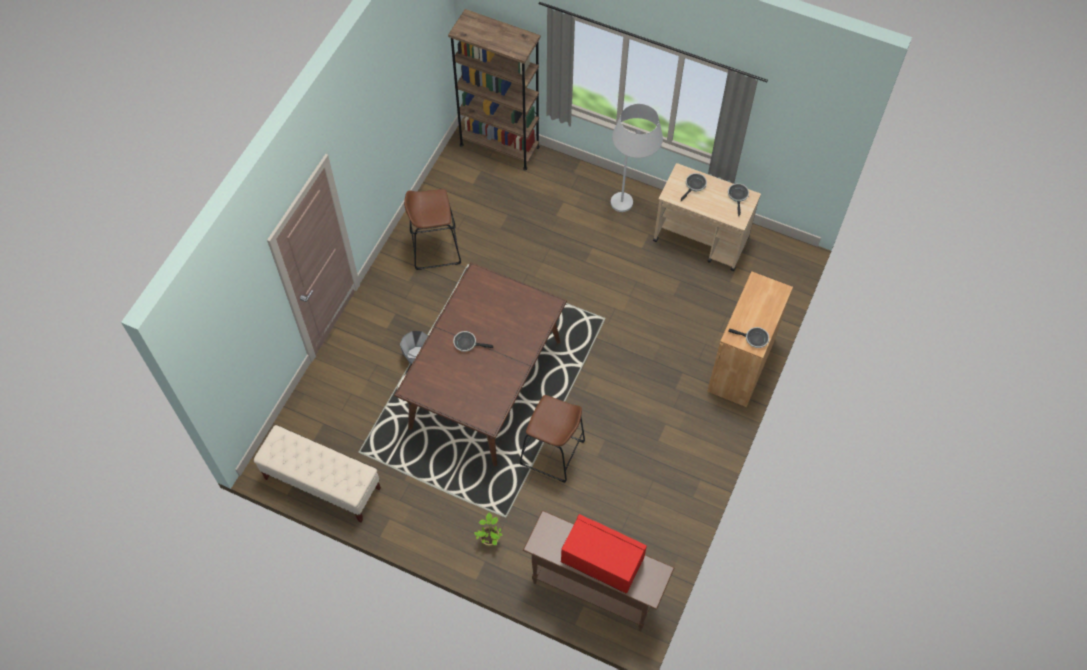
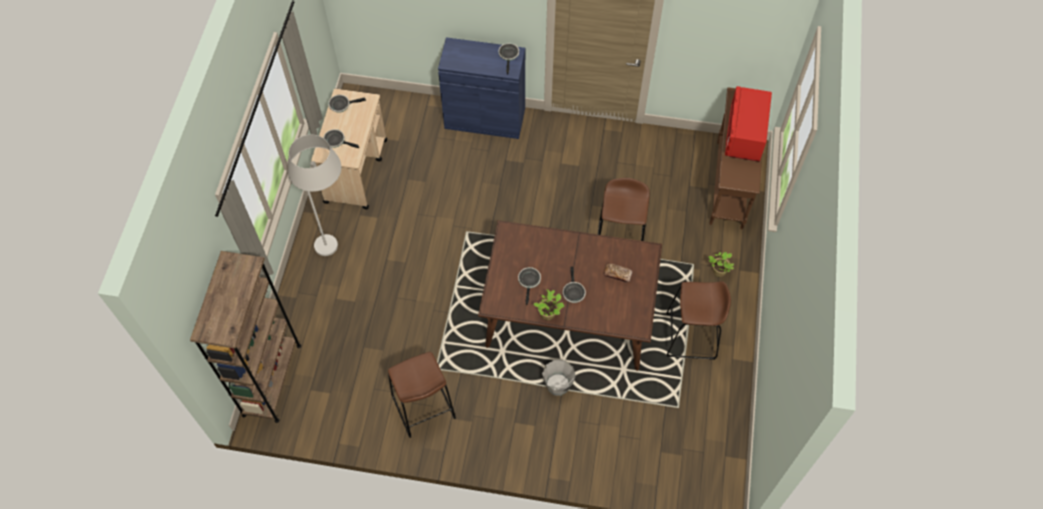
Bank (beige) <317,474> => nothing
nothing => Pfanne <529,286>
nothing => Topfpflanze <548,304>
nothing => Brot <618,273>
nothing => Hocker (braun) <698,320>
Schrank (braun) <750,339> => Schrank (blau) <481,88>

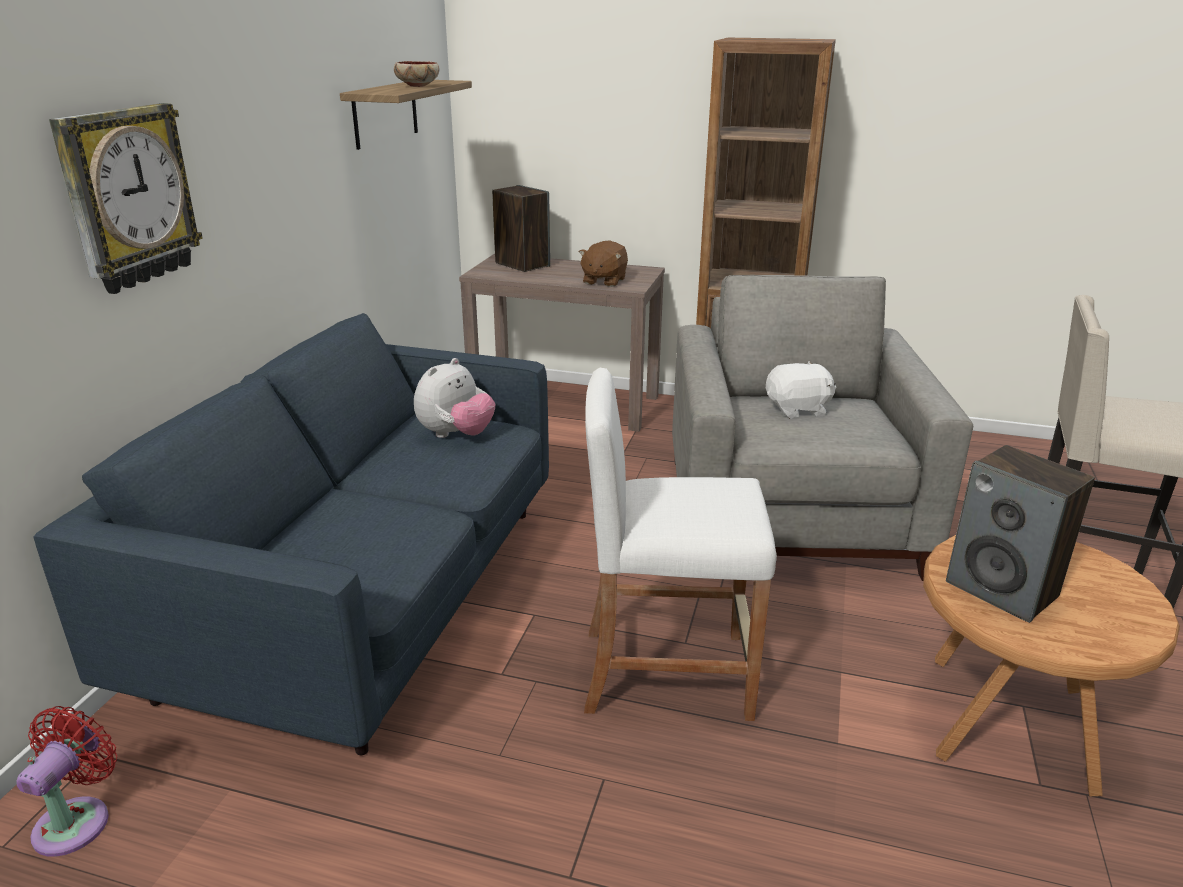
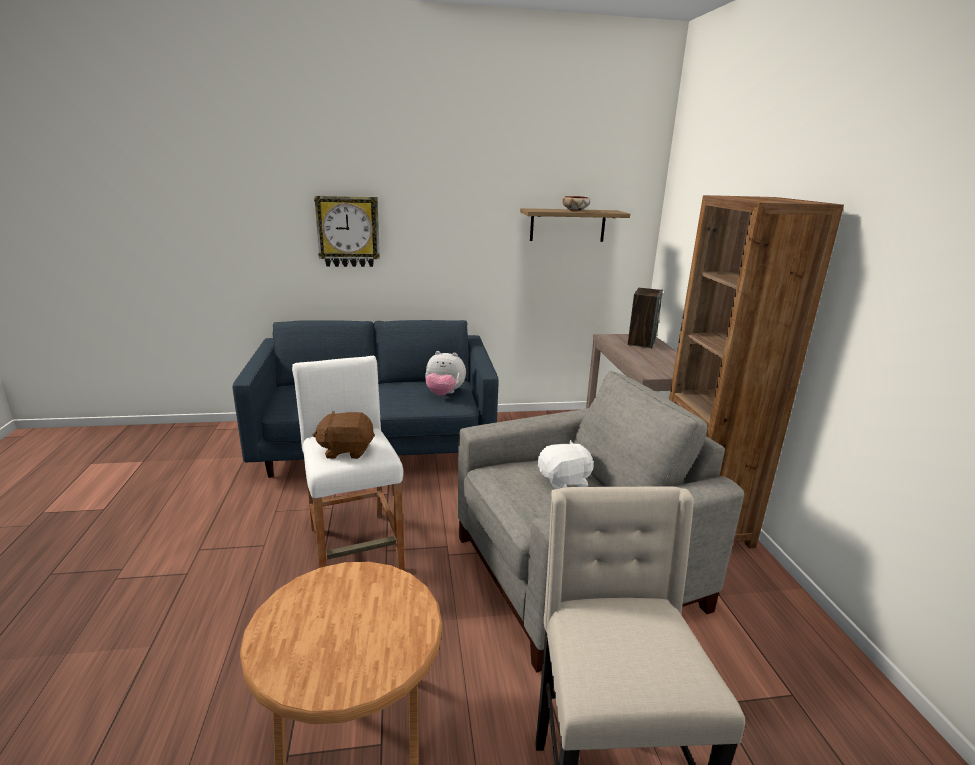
Ventilator (rot) <66,781> => nothing
Lautsprecher <1020,534> => nothing
Plüschtier (braun) <603,263> => Plüschtier (braun) <344,435>, relocated
Plüschtier (weiß) <801,390> => Plüschtier (weiß) <566,464>, 75 degrees counterclockwise

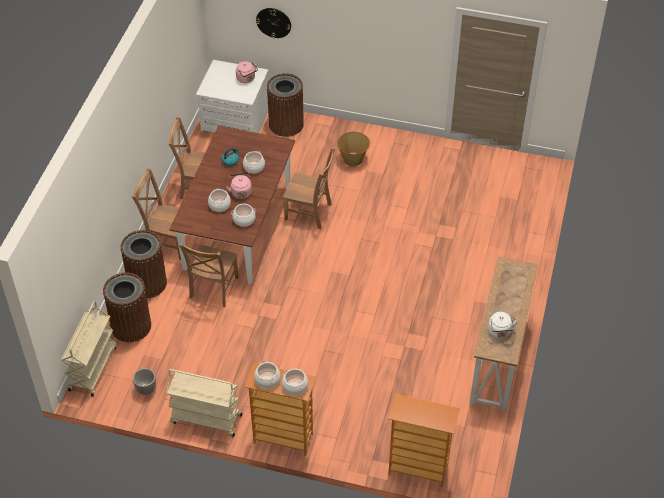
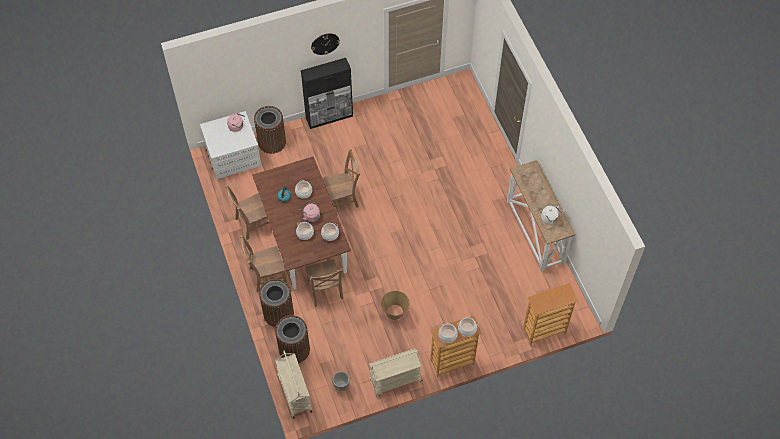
nothing => Schrank (schwarz) <327,93>
Wanduhr <273,23> => Wanduhr <325,44>, relocated
Korb <353,149> => Korb <395,305>, relocated

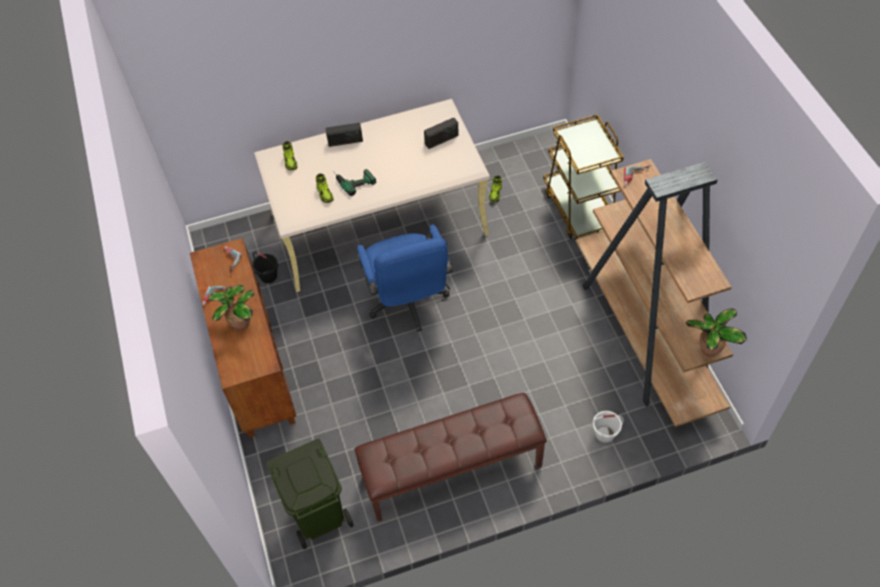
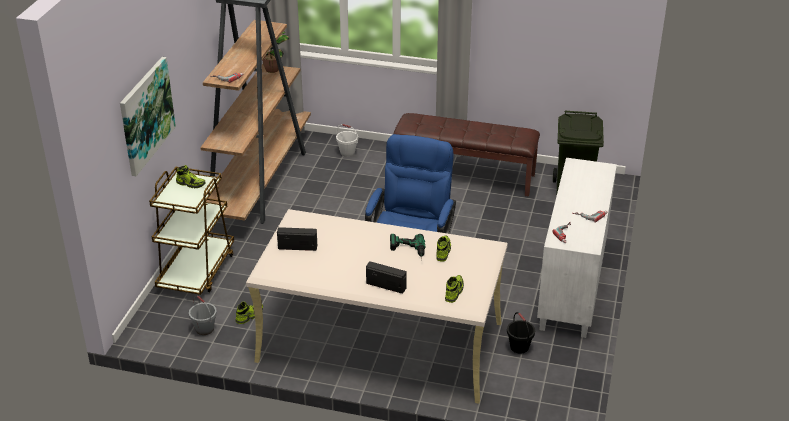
Topfpflanze <231,308> => nothing
nothing => Bild <148,116>
nothing => Schuh <191,176>
nothing => Eimer (grau) <203,315>
Schrank (braun) <243,338> => Schrank (weiß) <577,248>

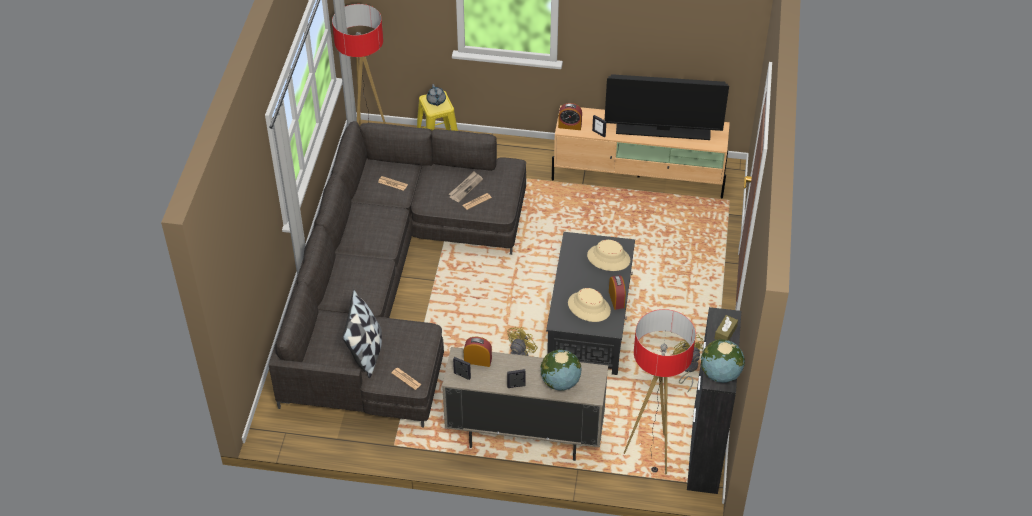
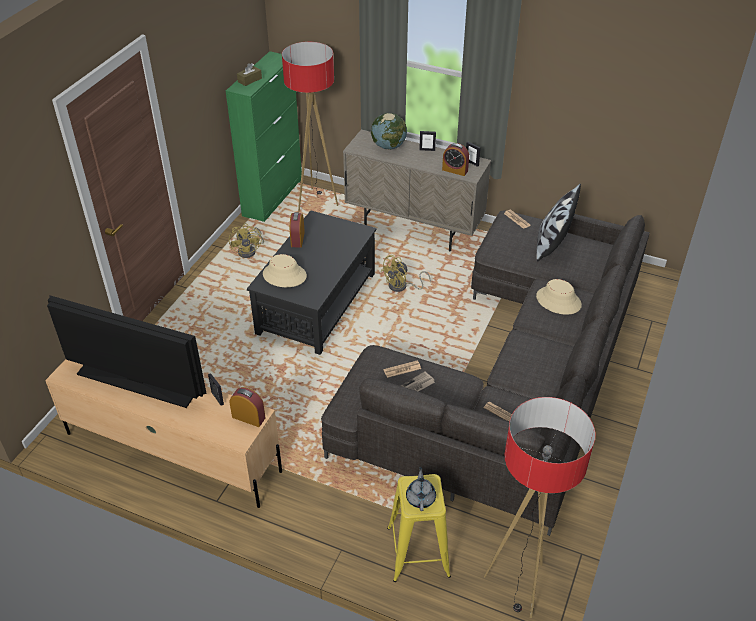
Globus <723,361> => nothing
Hut (beige) <589,305> => Hut (beige) <559,297>, relocated
Schrank (schwarz) <714,400> => Schrank (grün) <264,136>

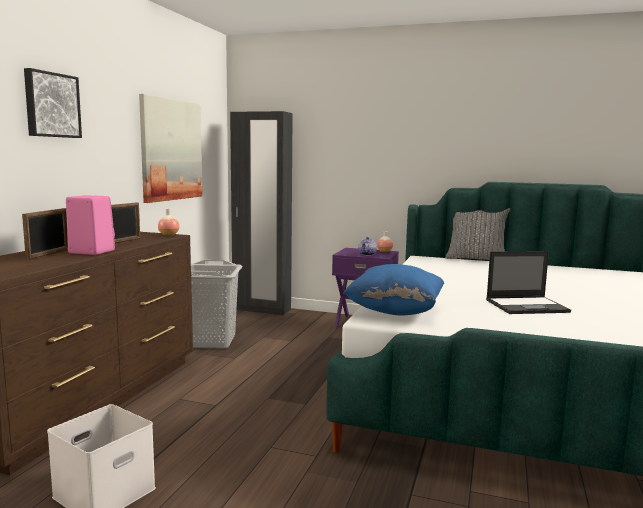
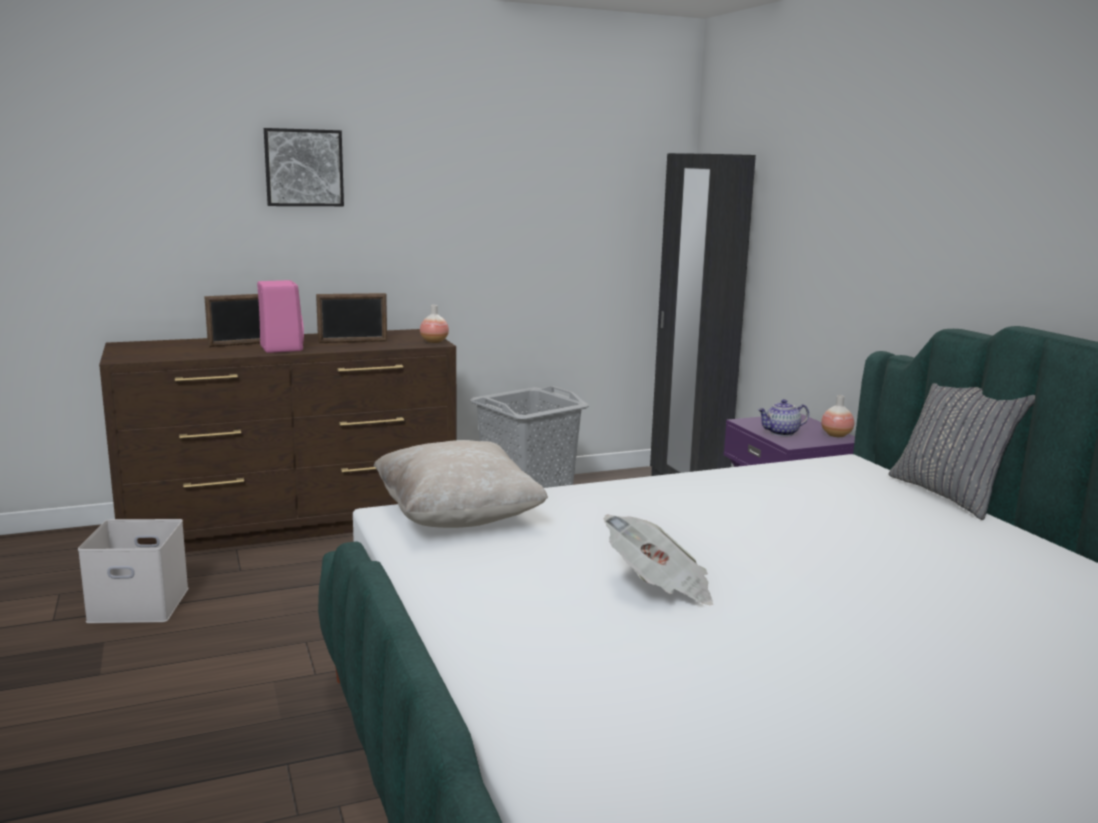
Bild <170,148> => nothing
Laptop <528,282> => Zeitung <658,560>
Kissen (blau) <393,289> => Kissen (beige) <461,484>

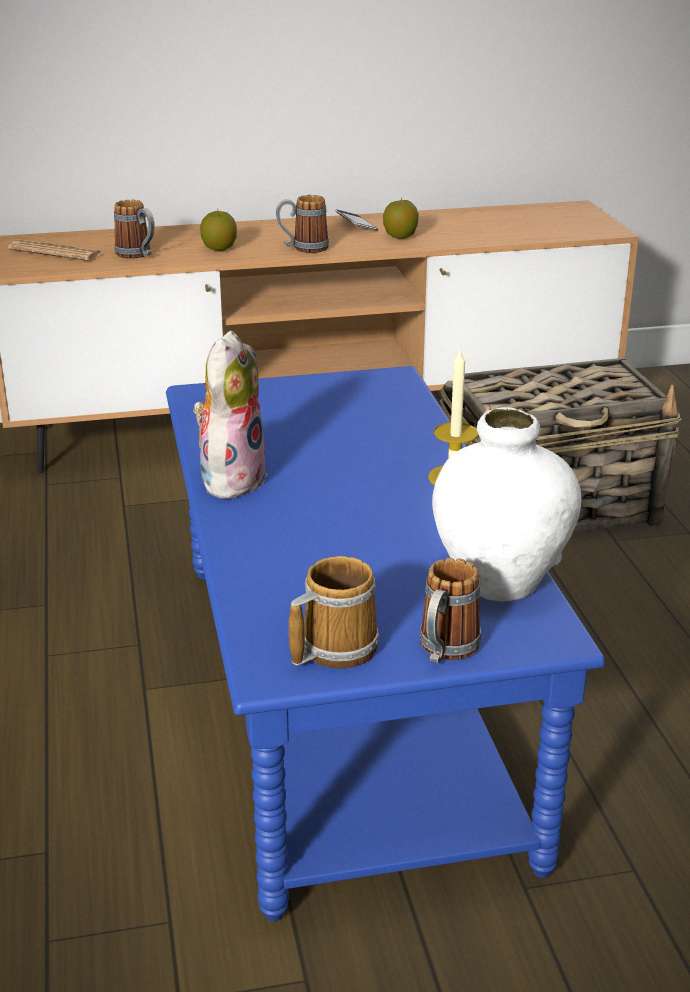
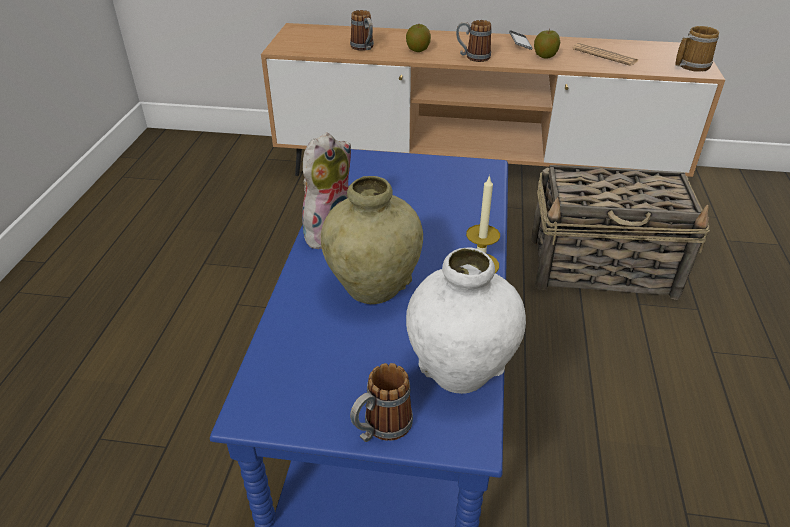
nothing => Vase (beige) <372,240>
Zeitung <55,250> => Zeitung <605,54>, relocated
Henkelbecher <334,612> => Henkelbecher <697,49>, relocated

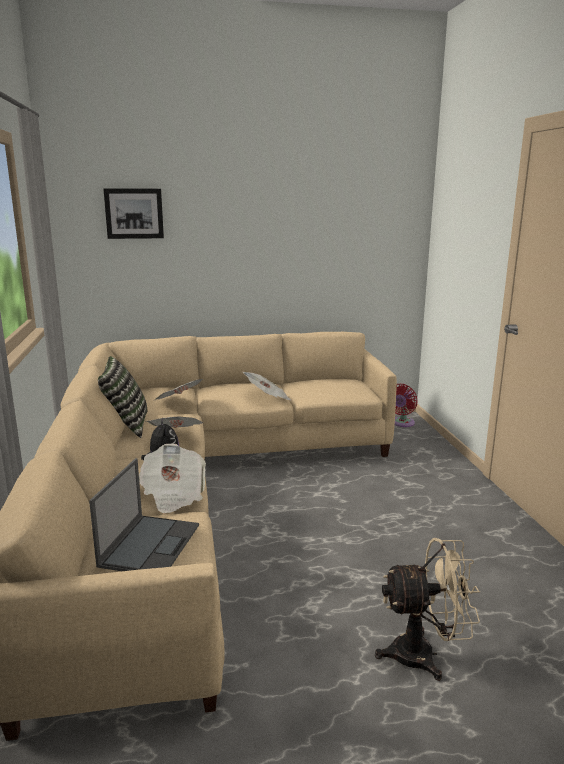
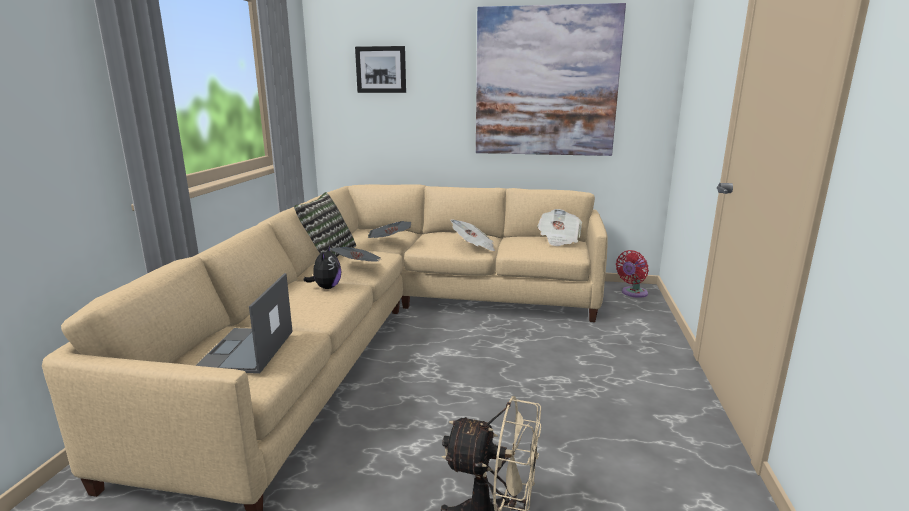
nothing => Bild <551,79>
Zeitung <172,478> => Zeitung <559,227>, relocated
Laptop <144,514> => Laptop <244,323>, 150 degrees clockwise

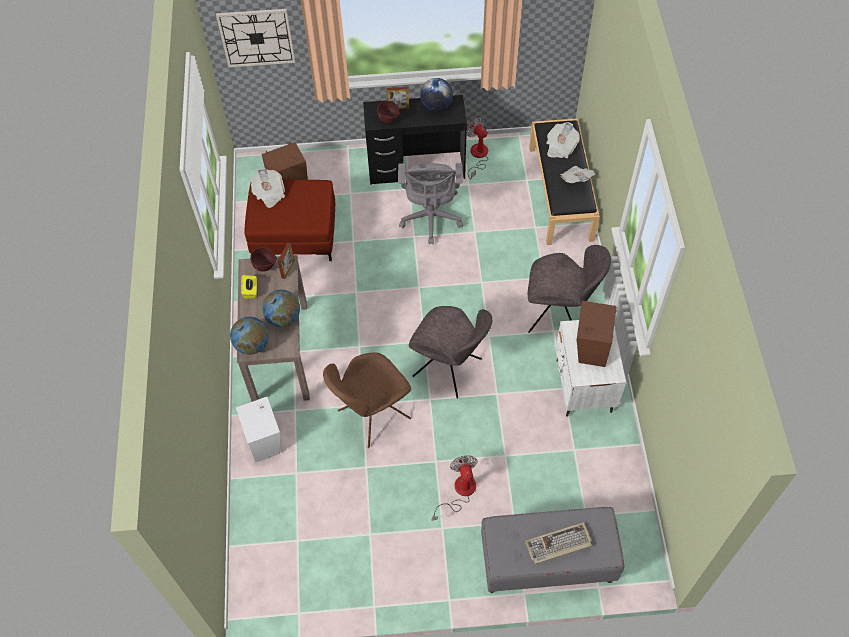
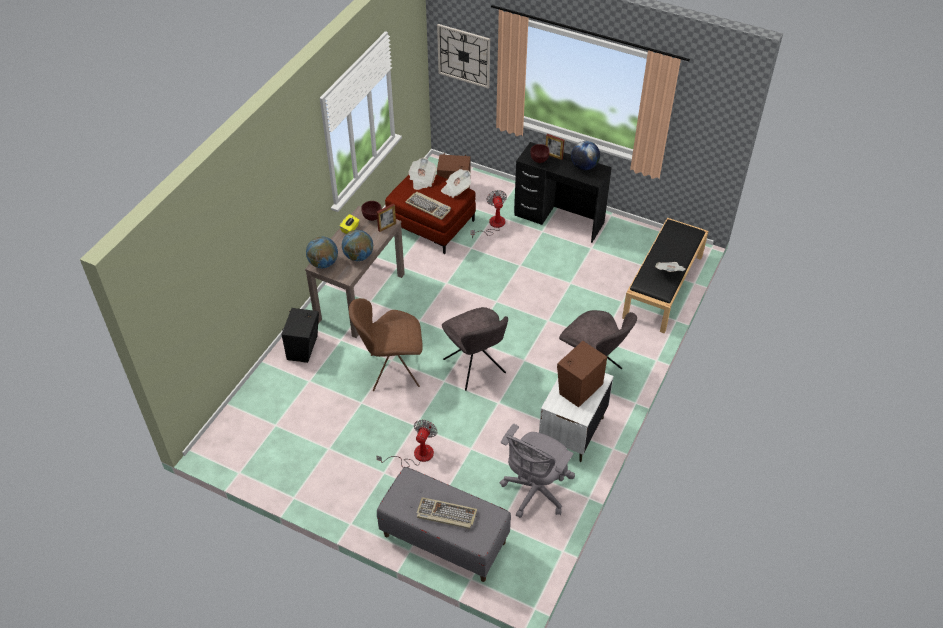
nothing => Tastatur <428,205>
Bürostuhl (grau) <430,204> => Bürostuhl (grau) <537,471>, relocated
Ventilator <477,148> => Ventilator <489,214>, relocated
Zeitung <563,140> => Zeitung <456,183>, relocated
Lautsprecher (weiß) <258,430> => Lautsprecher (schwarz) <300,335>

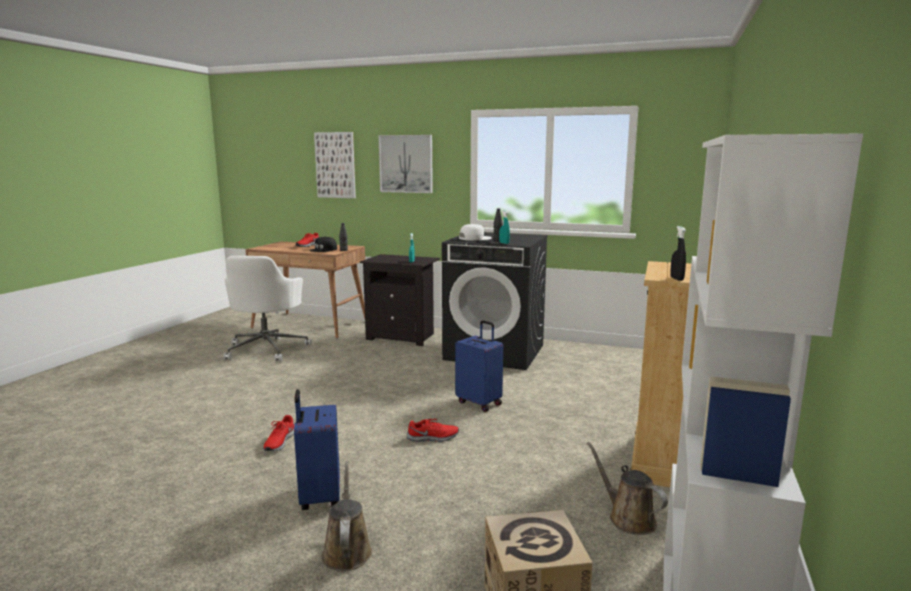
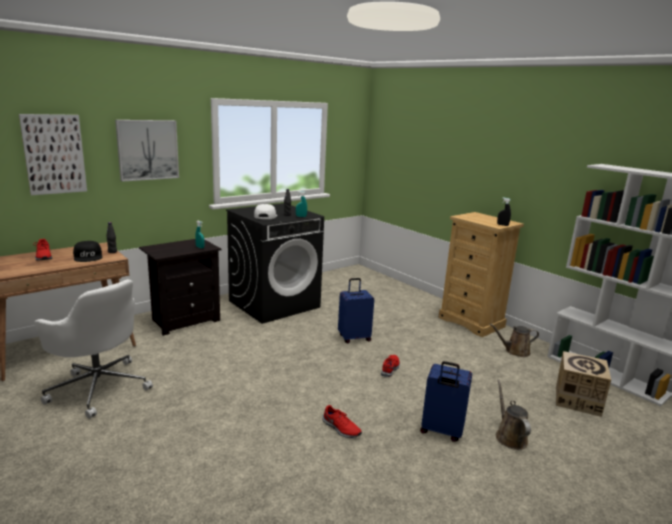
Gießkanne (braun) <347,516> => Gießkanne (braun) <513,414>, 60 degrees clockwise

